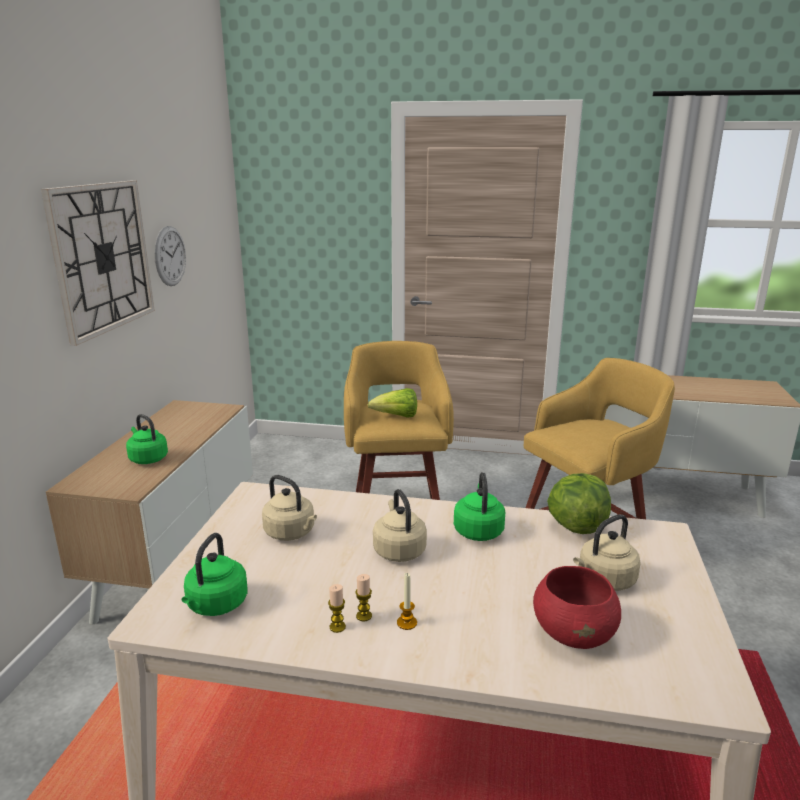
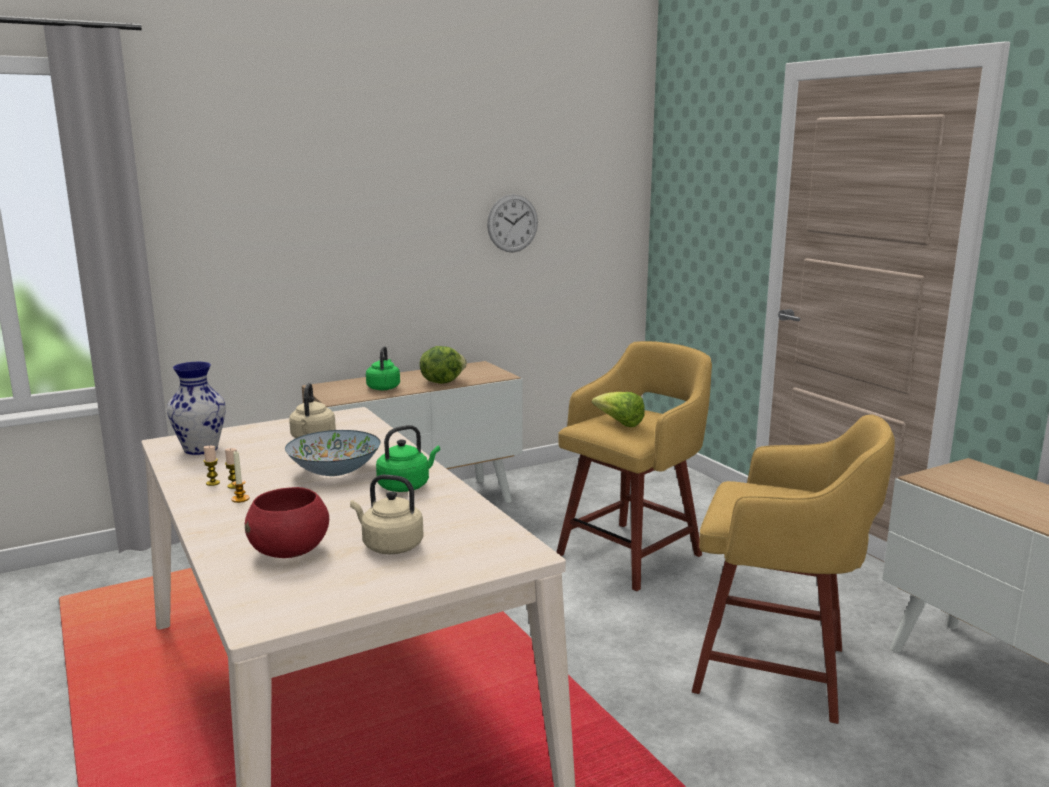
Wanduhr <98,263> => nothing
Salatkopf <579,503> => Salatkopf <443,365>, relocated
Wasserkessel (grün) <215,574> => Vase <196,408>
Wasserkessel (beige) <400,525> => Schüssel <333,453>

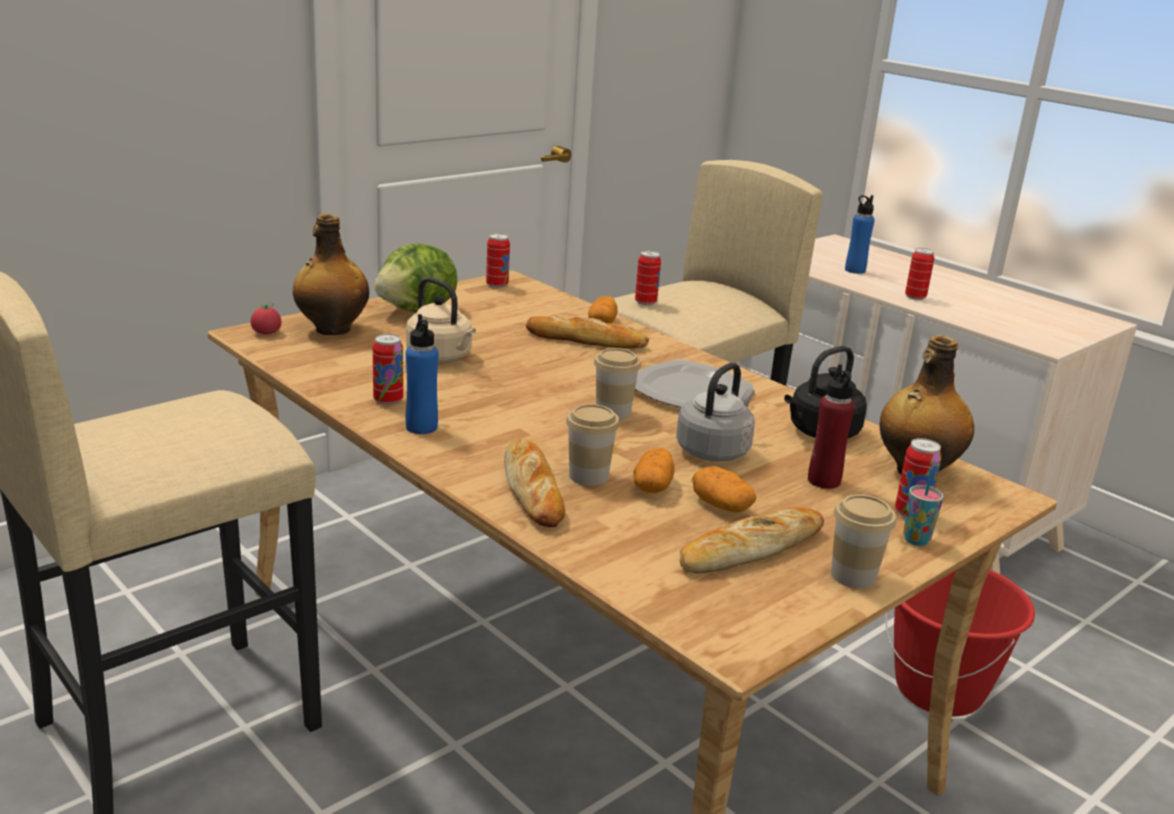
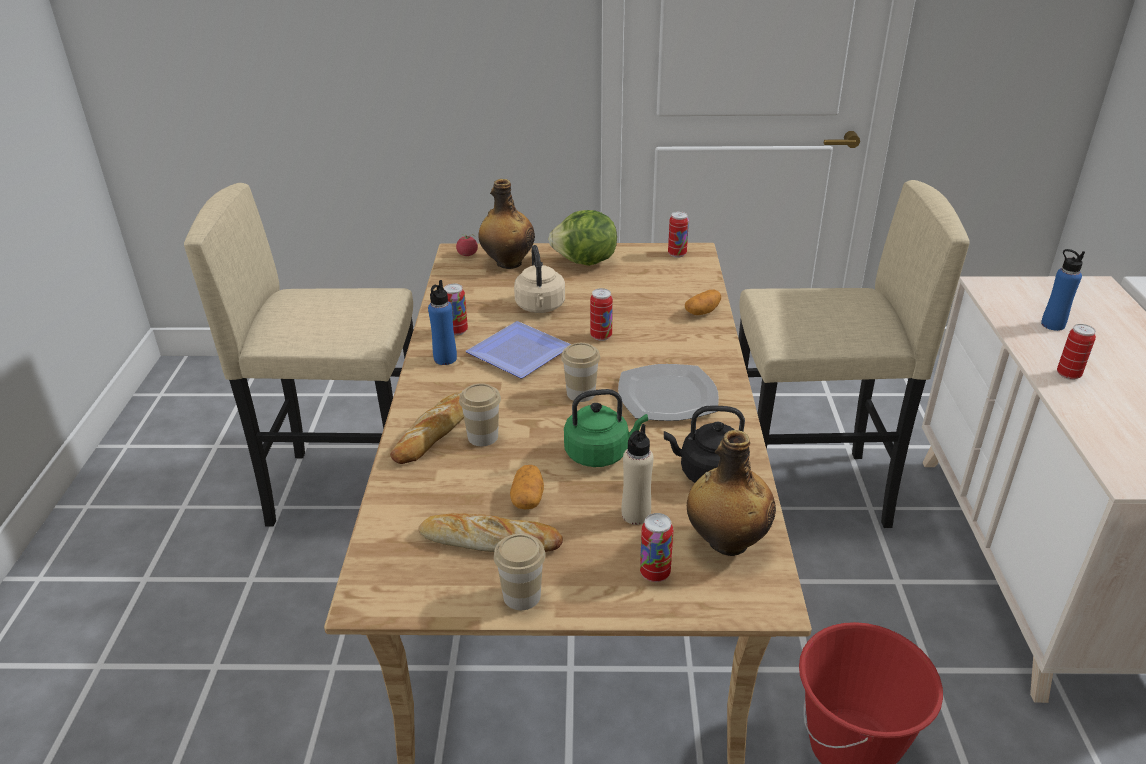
Brot <587,331> => nothing
Kartoffel <654,470> => nothing
Tasse <923,507> => nothing
nothing => Teller <518,349>
Dose <648,278> => Dose <601,314>, relocated
Wasserkessel (grau) <715,411> => Wasserkessel (grün) <606,428>
Flasche (rot) <831,426> => Flasche (beige) <638,474>

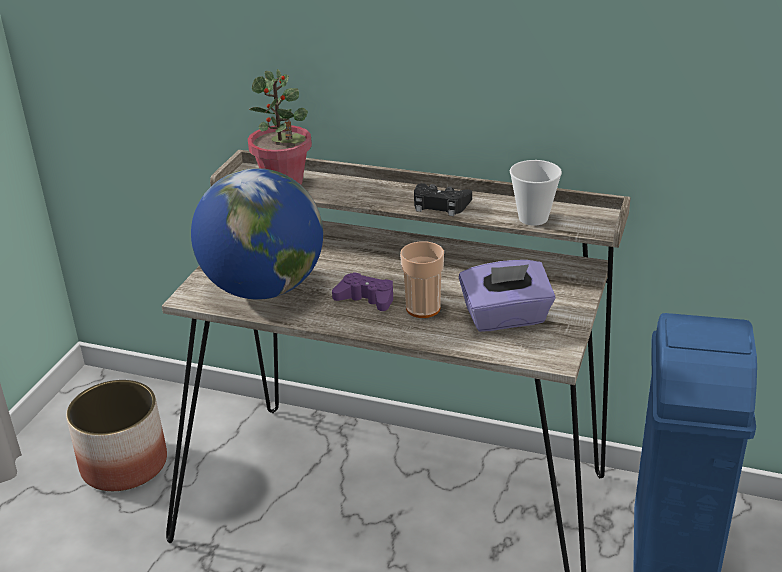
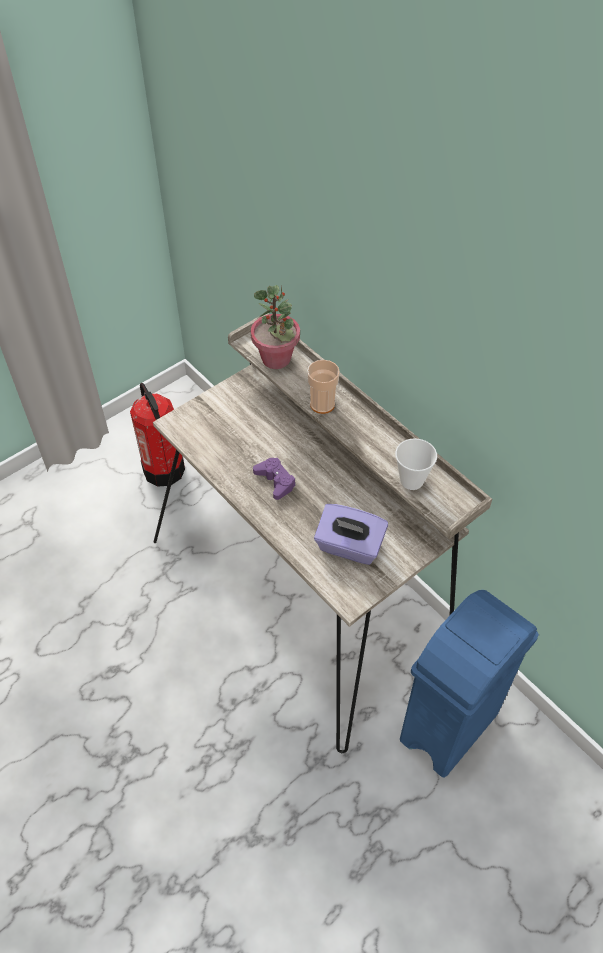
Globus <257,234> => nothing
Gamepad (schwarz) <443,199> => nothing
Tasse <422,279> => Tasse <323,387>, relocated
Pflanzkübel <116,435> => Feuerlöscher <157,435>

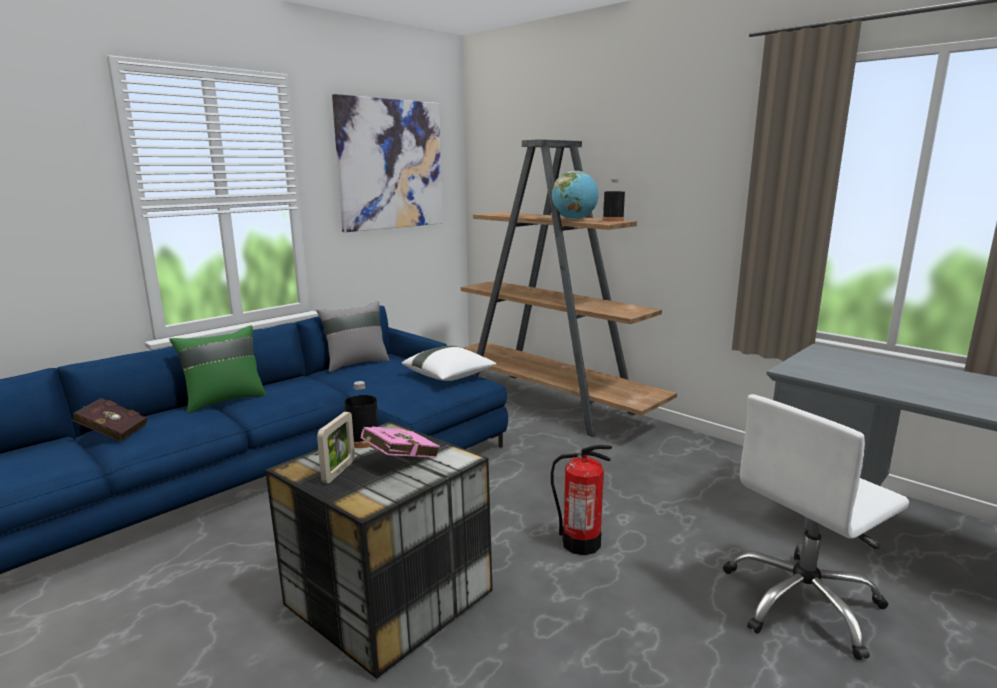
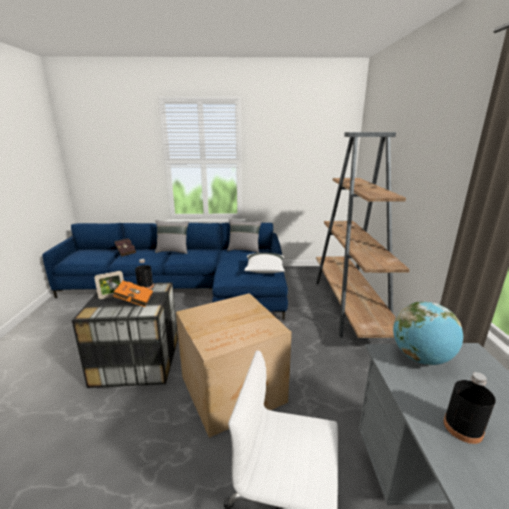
Bild <387,163> => nothing
Globus <575,195> => Globus <428,333>, relocated
Flasche (schwarz) <614,200> => Flasche (schwarz) <469,408>, relocated
Feuerlöscher <581,500> => Karton <234,365>
Kissen (grün) <217,369> => Kissen (grau) <172,237>
Buch (rosa) <399,442> => Buch (orange) <133,294>

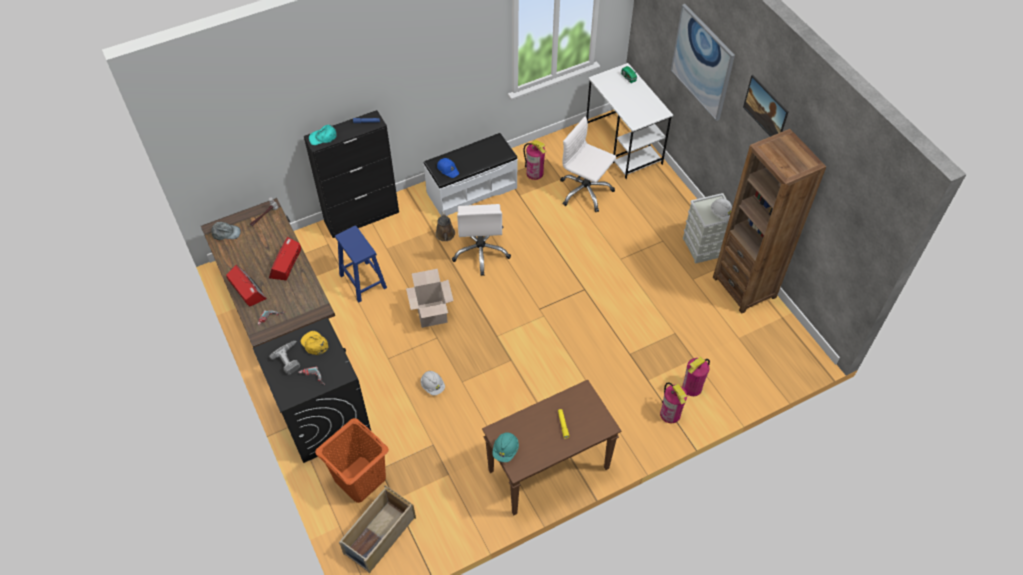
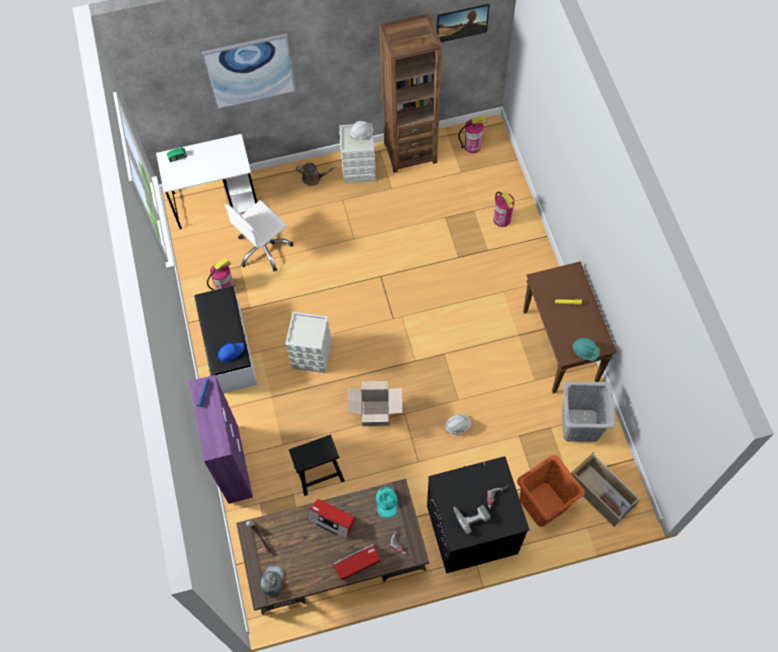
Kappe (gelb) <314,343> => nothing
nothing => Wäschekorb (grau) <588,412>
Kappe (türkis) <323,135> => Kappe (türkis) <387,502>, relocated
Gießkanne (braun) <445,226> => Gießkanne (braun) <316,174>, relocated
Feuerlöscher <673,402> => Feuerlöscher <472,134>, relocated
Bild <765,106> => Bild <463,23>, relocated
Bürostuhl (weiß) <481,239> => Aufbewahrungsbox (grau) <308,342>
Schrank (schwarz) <351,174> => Schrank (lila) <220,439>
Hocker (blau) <361,264> => Hocker (schwarz) <317,465>

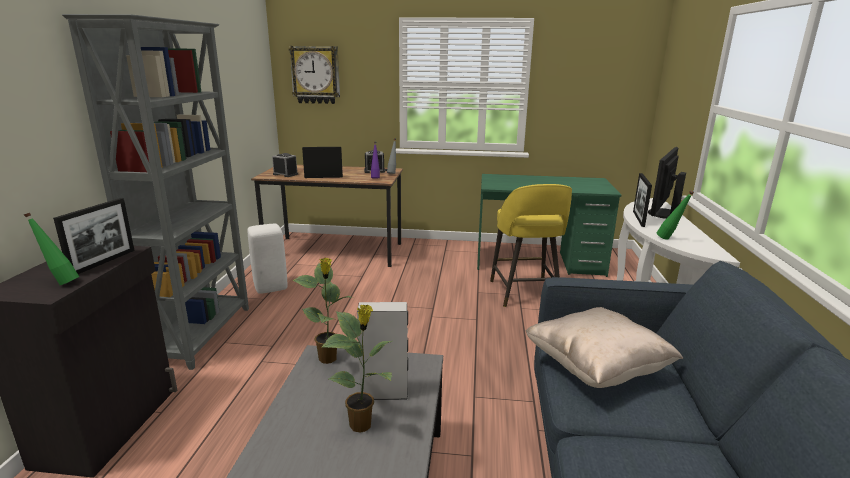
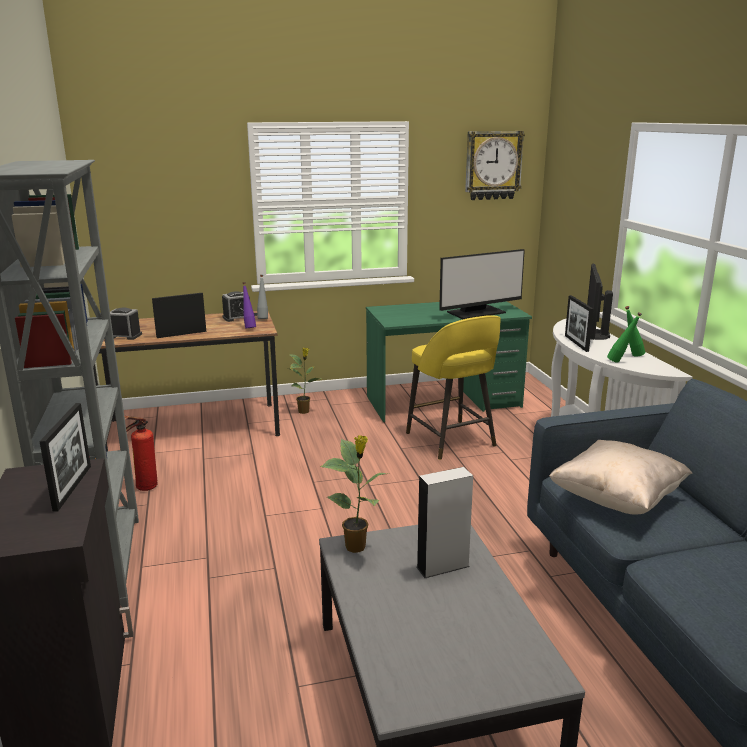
nothing => Monitor <482,284>
Flasche (grün) <51,249> => Flasche (grün) <635,331>, relocated
Wanduhr <314,75> => Wanduhr <495,165>, relocated
Topfpflanze <357,368> => Topfpflanze <305,381>, relocated
Hocker (weiß) <267,259> => Feuerlöscher <141,453>

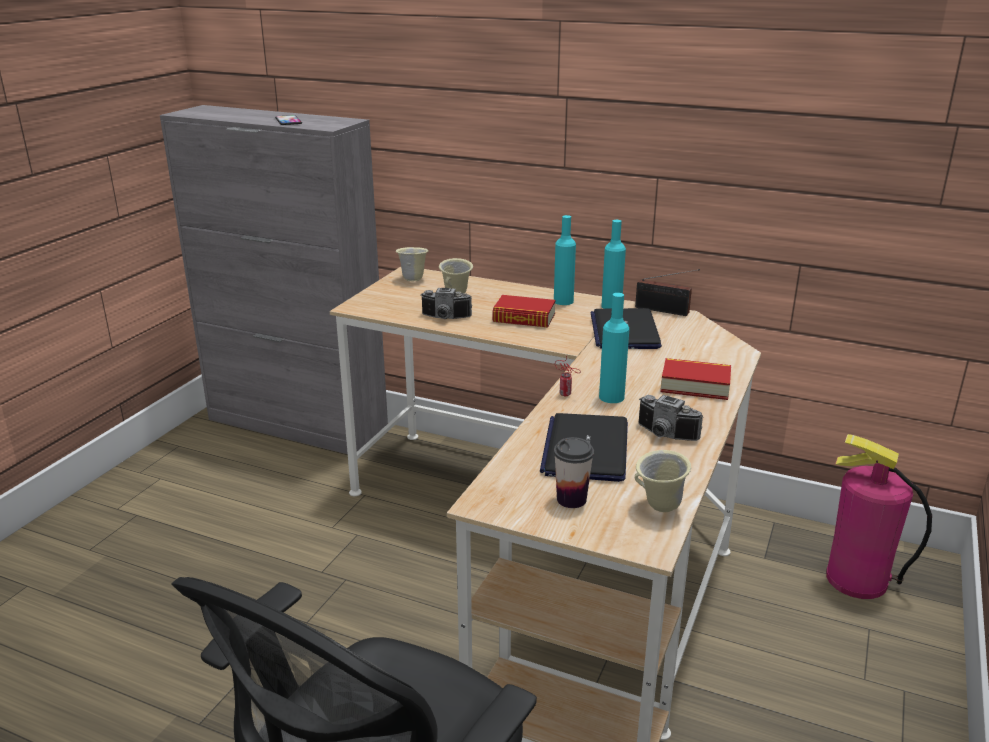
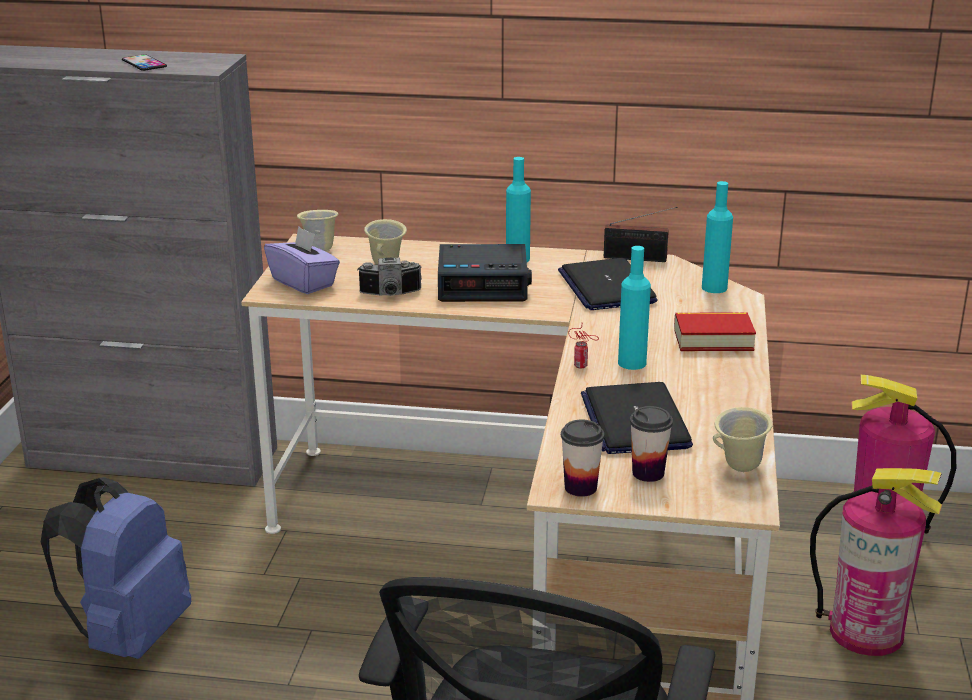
Kamera <671,418> => nothing
nothing => Rucksack (blau) <116,568>
nothing => Taschentuchbox (lila) <302,260>
nothing => Tasse <583,458>
nothing => Feuerlöscher <876,562>
Flasche (türkis) <613,264> => Flasche (türkis) <717,237>, relocated
Buch <524,311> => Wecker <485,273>

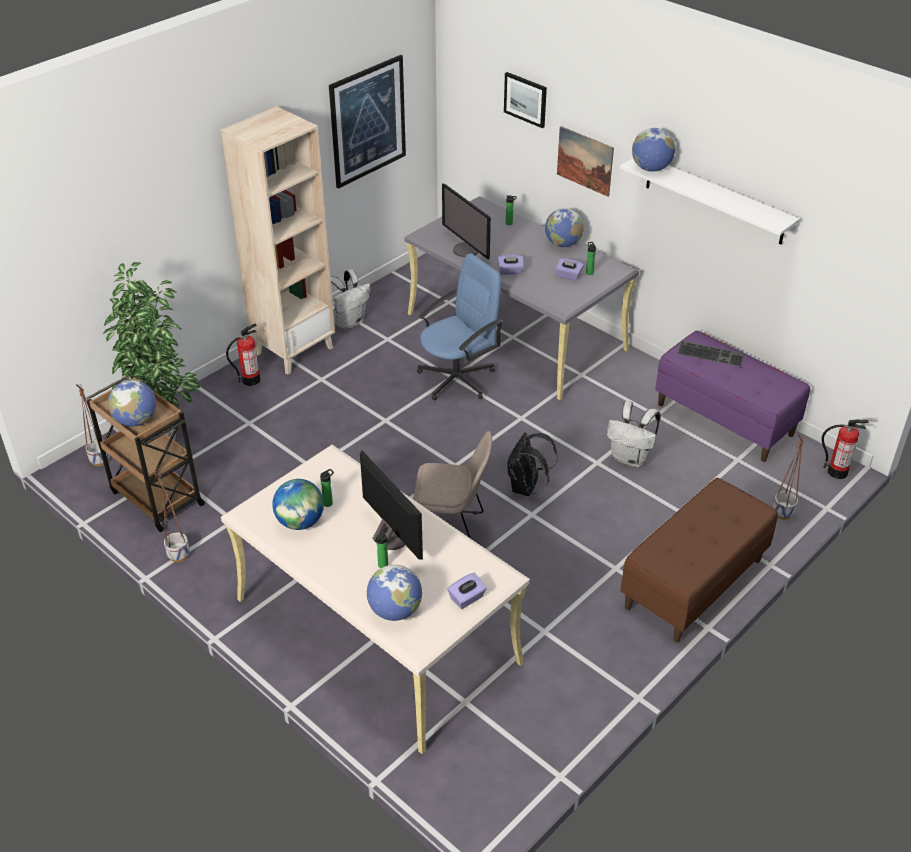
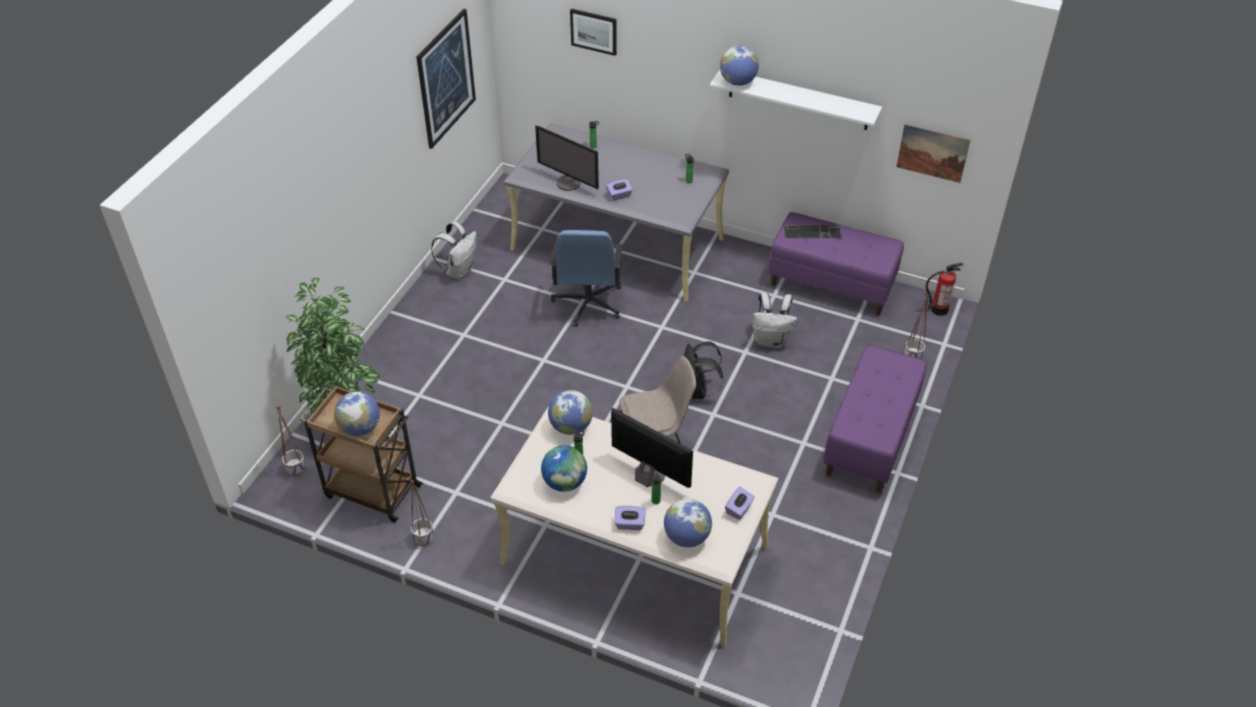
Bücherregal (beige) <277,240> => nothing
Feuerlöscher <243,354> => nothing
Globus <564,227> => Globus <570,412>, relocated
Taschentuchbox (lila) <569,269> => Taschentuchbox (lila) <630,518>, relocated
Bild <585,161> => Bild <933,153>, relocated
Bank (braun) <699,560> => Bank (lila) <875,419>
Bürostuhl (blau) <460,327> => Bürostuhl (blau) <586,278>, 150 degrees clockwise

